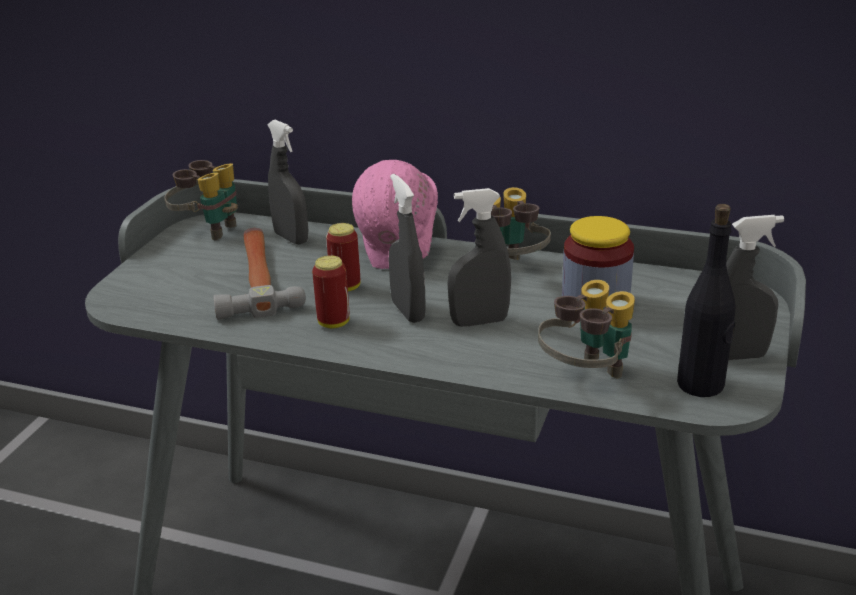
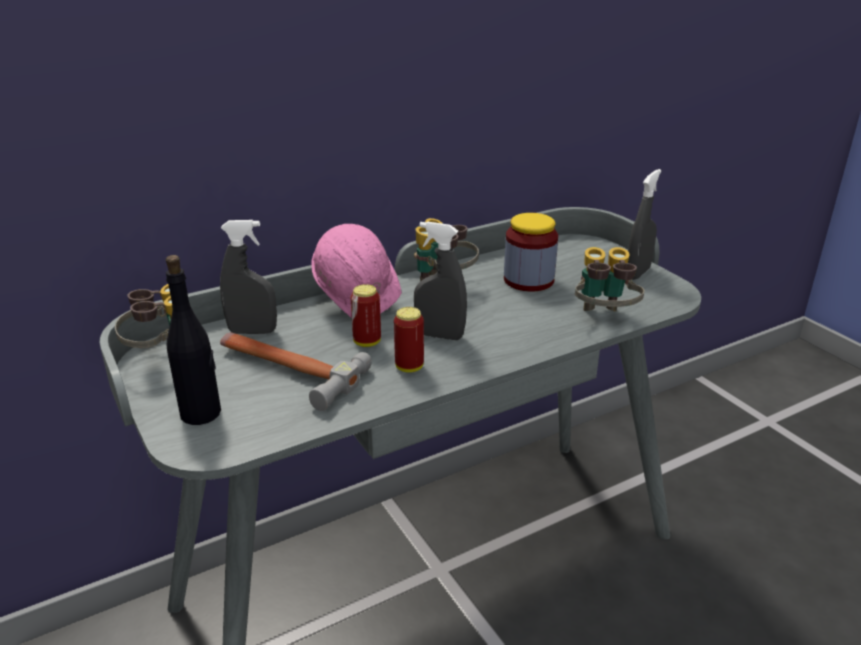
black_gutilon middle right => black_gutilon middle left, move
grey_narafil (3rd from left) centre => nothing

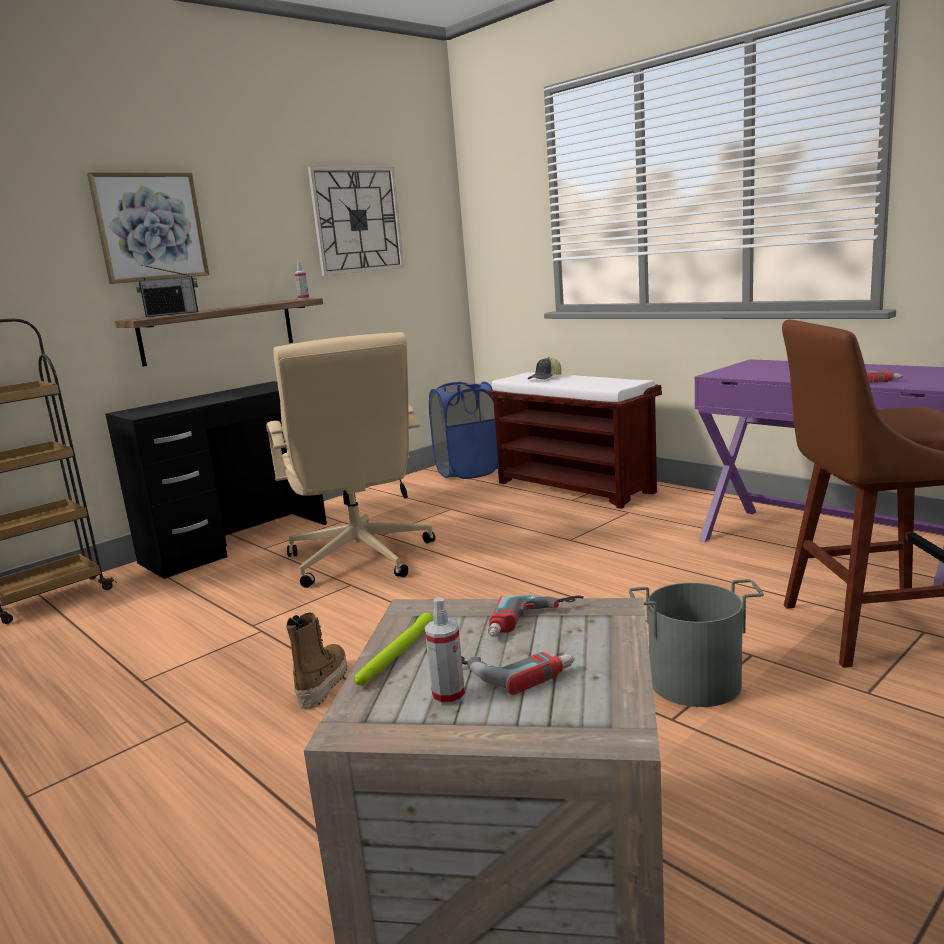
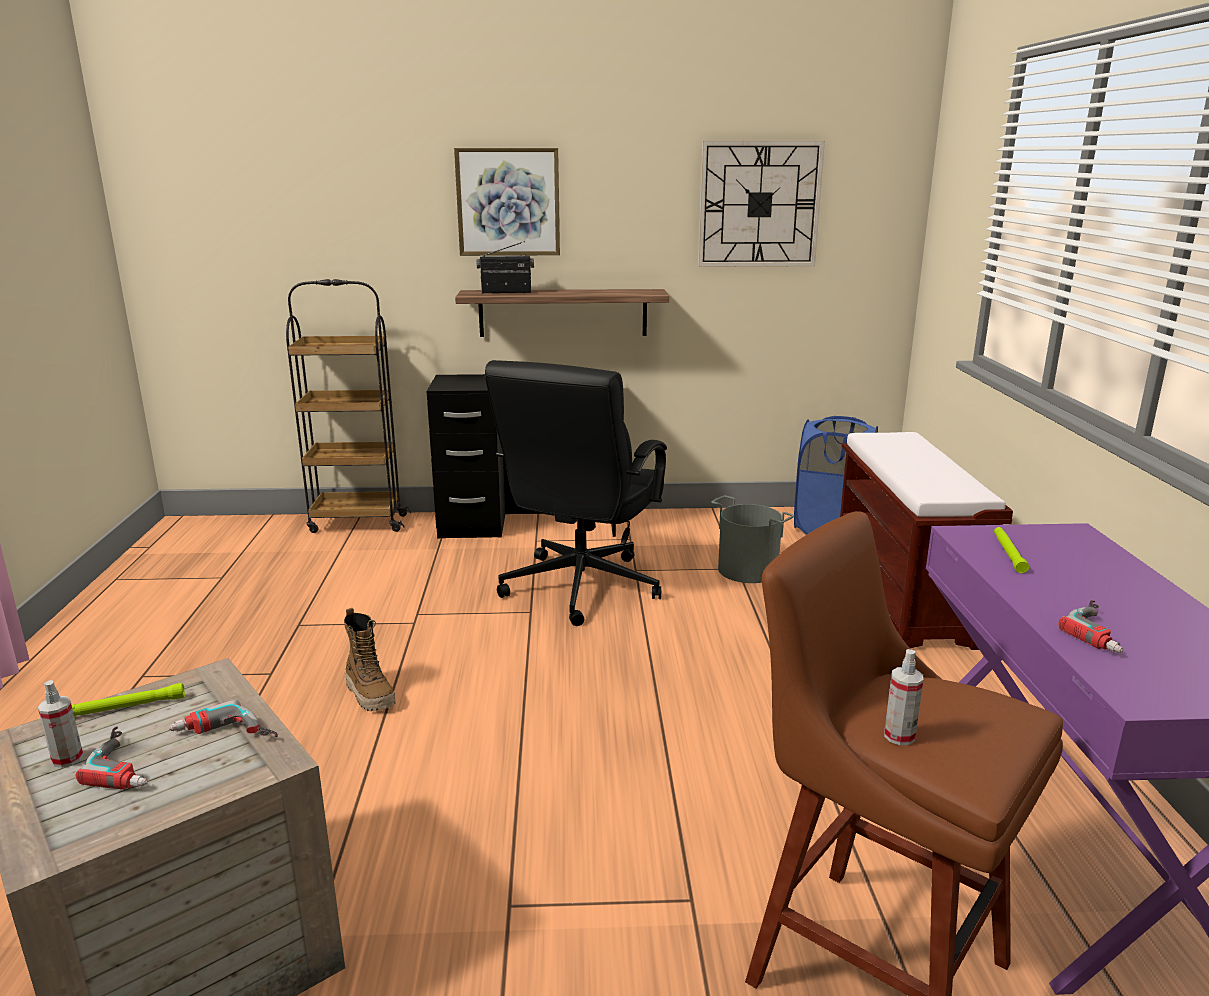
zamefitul bottom centre => zamefitul middle left, 90 degrees clockwise
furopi top left => furopi top centre, 150 degrees clockwise
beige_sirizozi centre => black_sirizozi centre
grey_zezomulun bottom right => grey_zezomulun centre, move
narafil (1st from left in the first image) top left => narafil (2nd from left) bottom right, move
nothing => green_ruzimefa (2nd from left) middle right
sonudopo centre => nothing

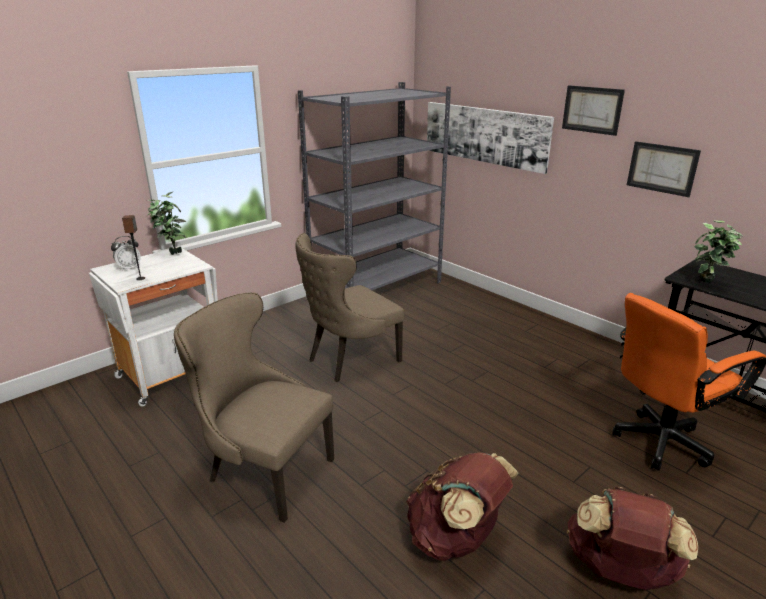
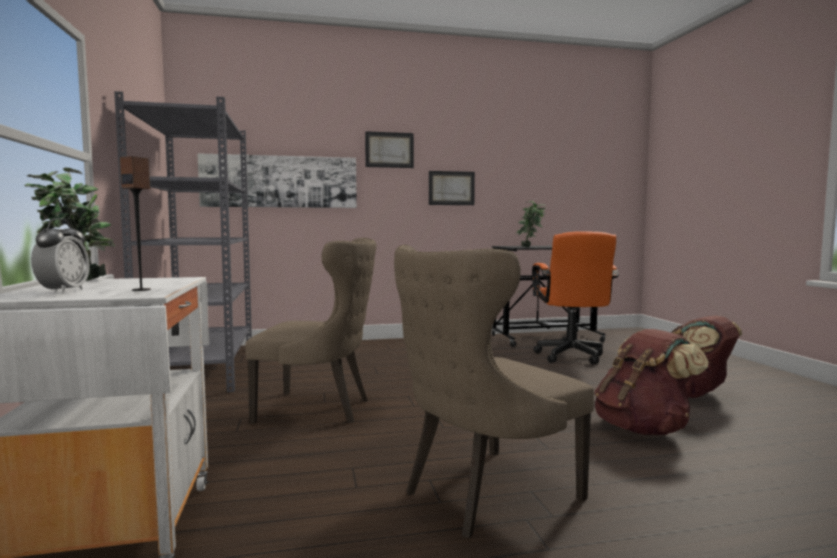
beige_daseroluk (2nd from left in the first image) centre => beige_daseroluk (1st from left) centre, 75 degrees counterclockwise

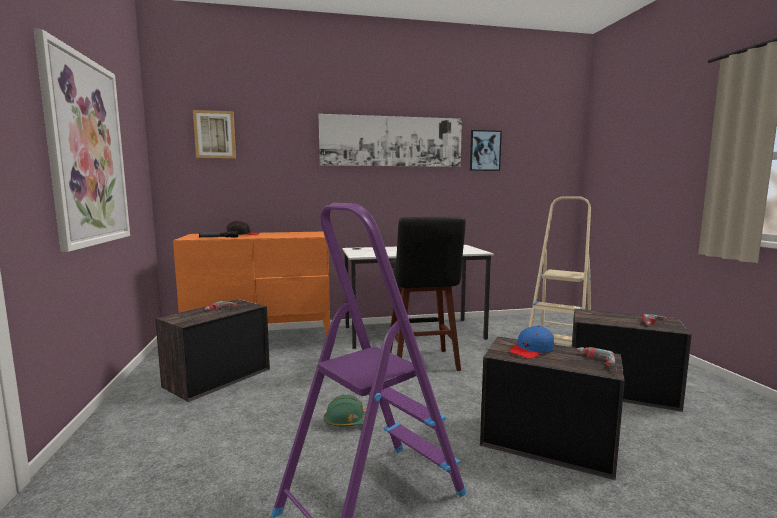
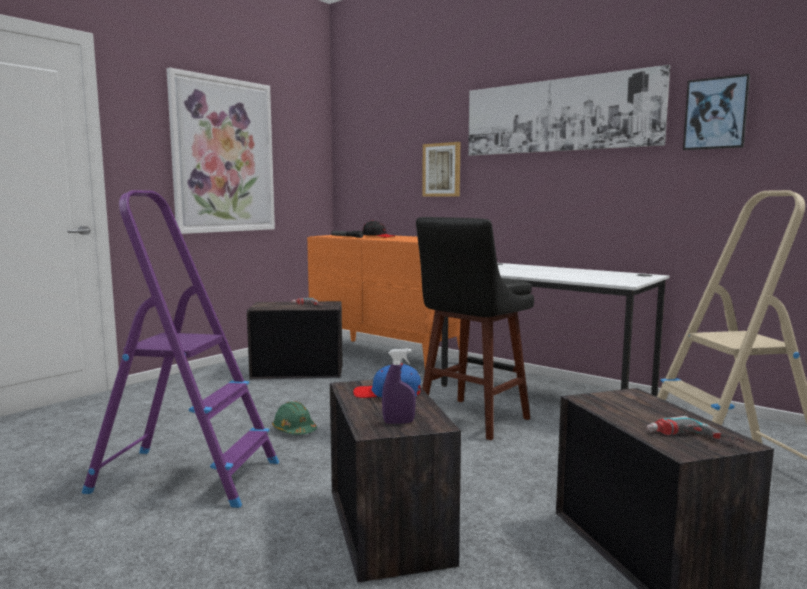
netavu (2nd from left) bottom right => purple_narafil centre
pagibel (2nd from left) top left => pagibel (2nd from left) top centre, move

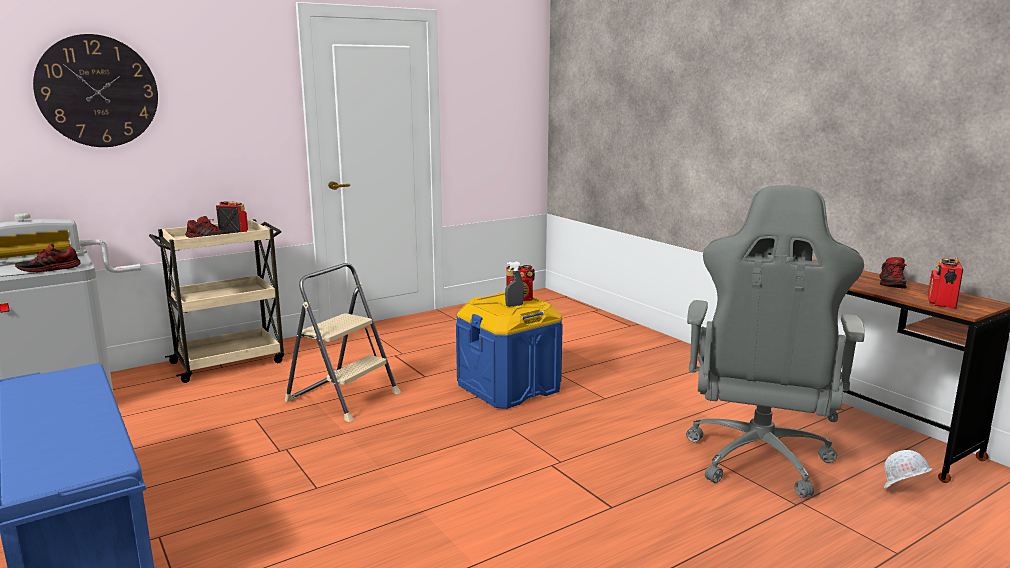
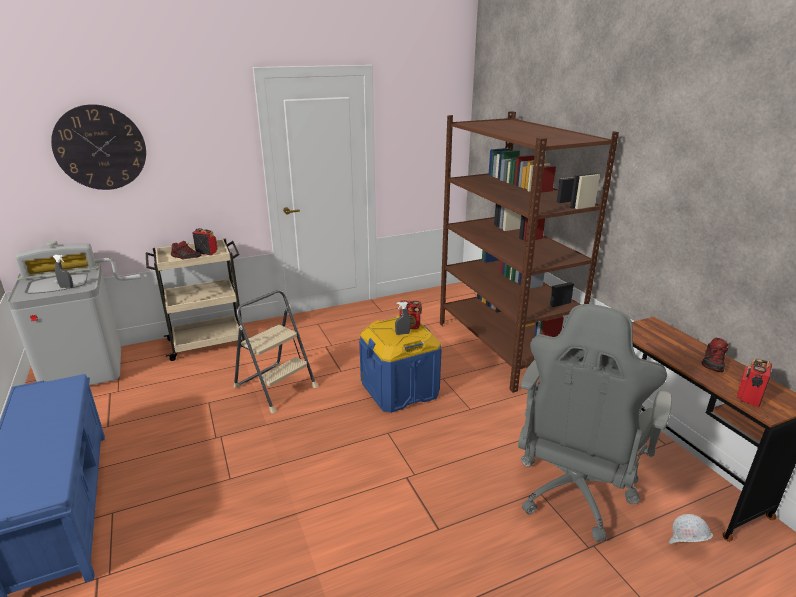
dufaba (1st from left) middle left => grey_narafil (1st from left) middle left
nothing => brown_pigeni centre

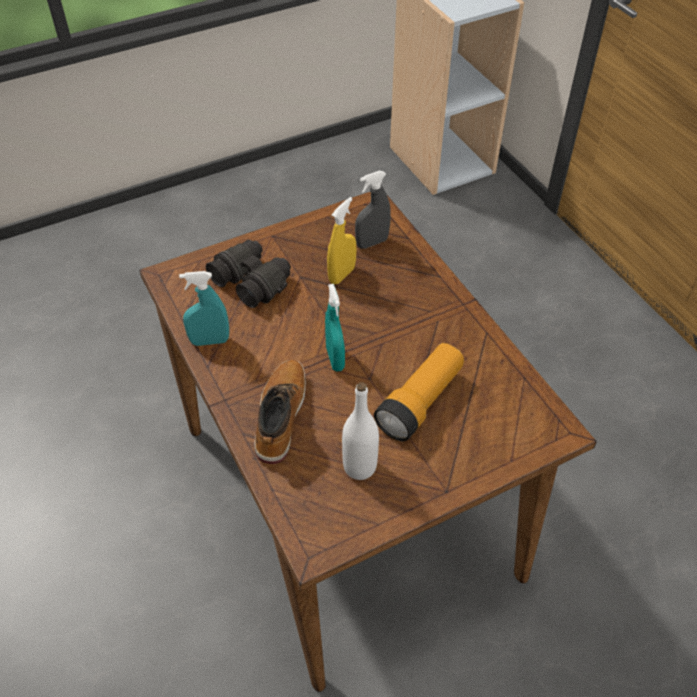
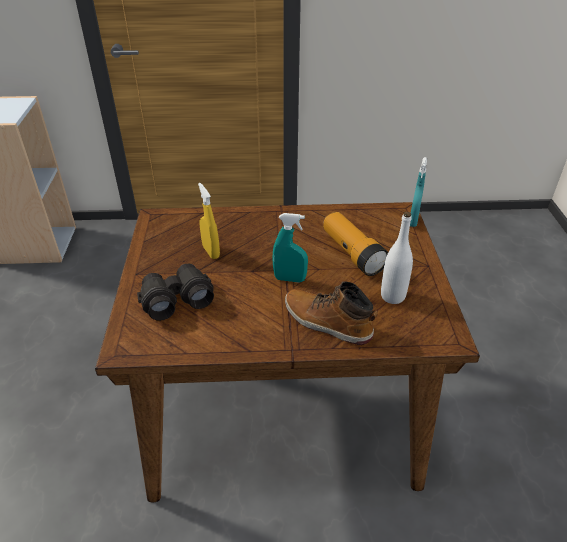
turquoise_narafil (1st from left in the first image) middle left => turquoise_narafil (2nd from left) middle right, move
grey_narafil top centre => nothing

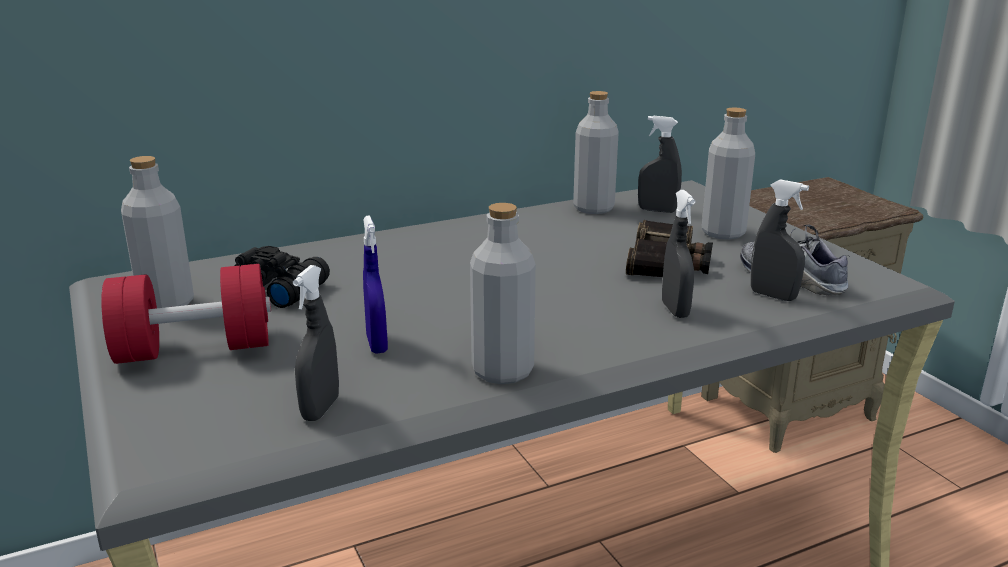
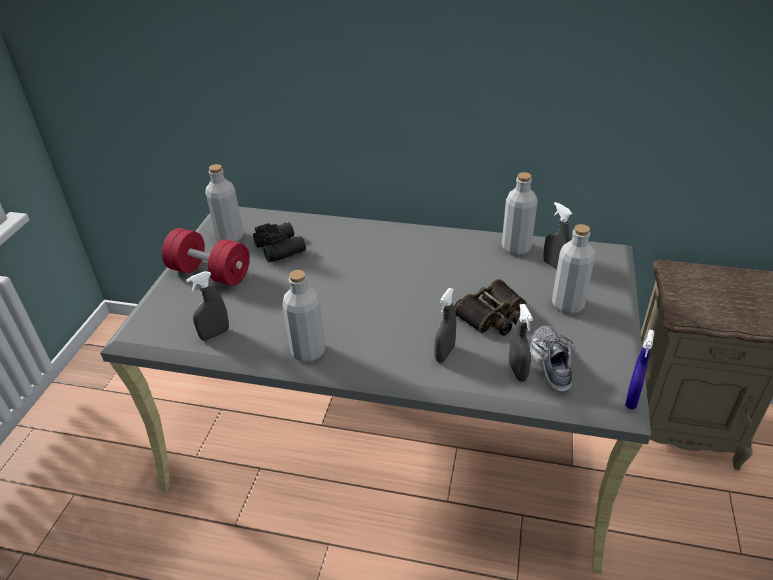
blue_narafil centre => blue_narafil middle right, move

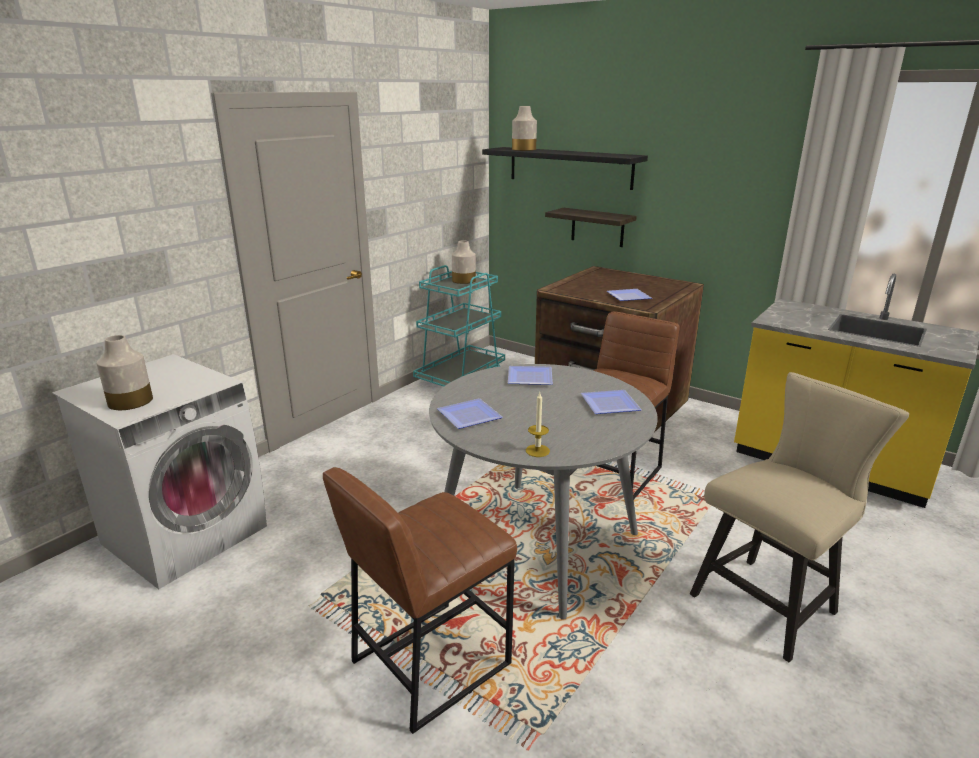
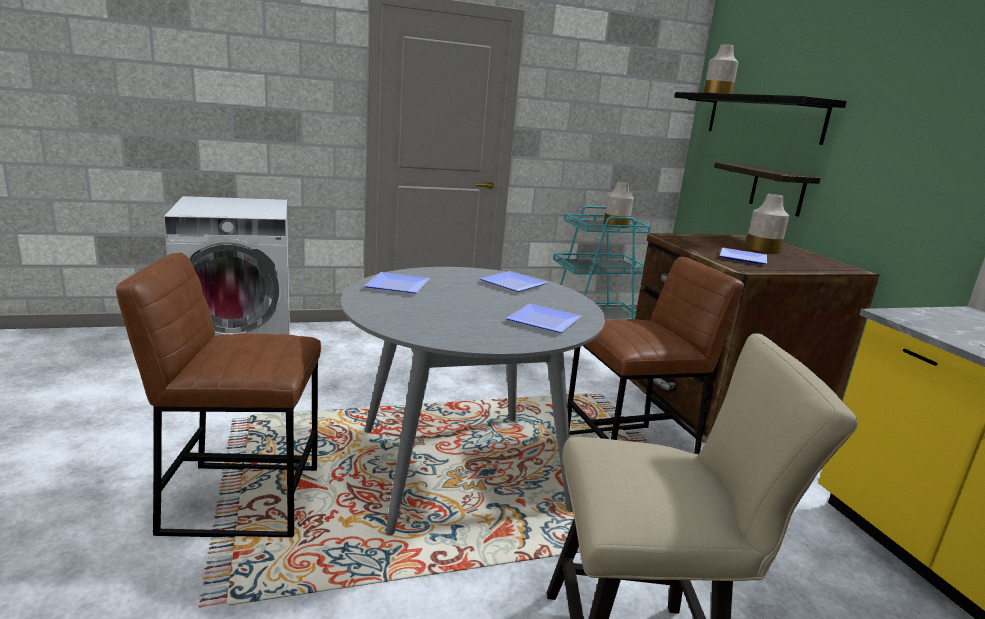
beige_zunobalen (1st from left in the first image) middle left => beige_zunobalen (3rd from left) middle right, move
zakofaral centre => nothing

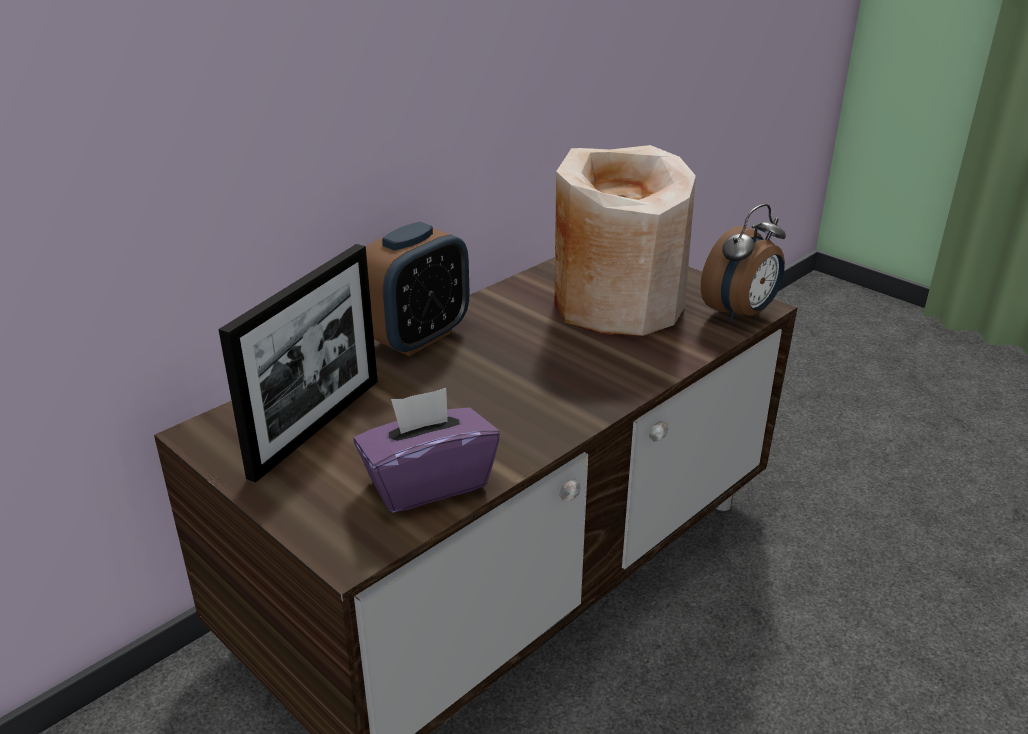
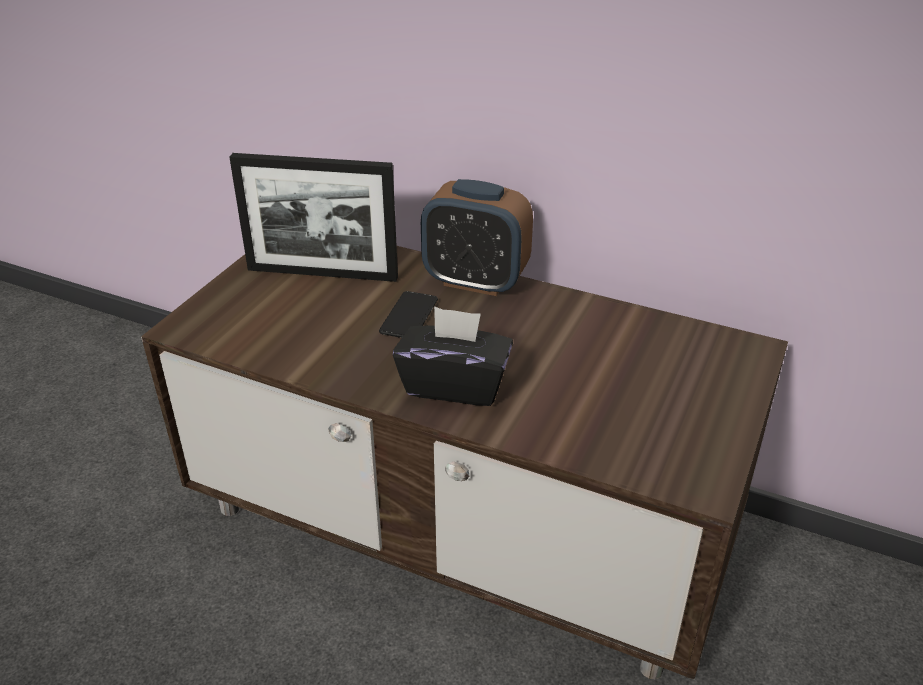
nothing => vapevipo centre
nothing => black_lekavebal centre
purple_lekavebal centre => nothing
beige_zunobalen top centre => nothing
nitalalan (2nd from left) middle right => nothing

